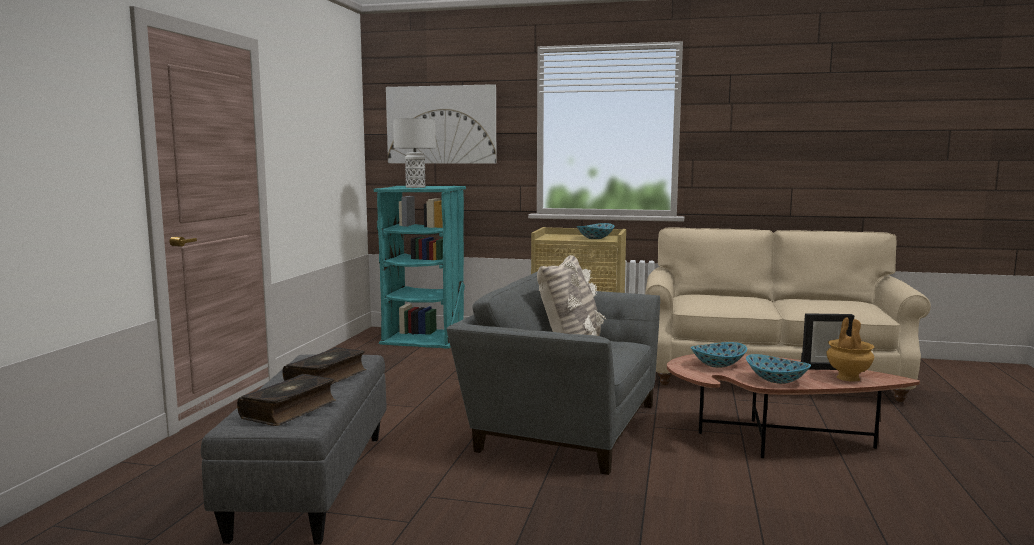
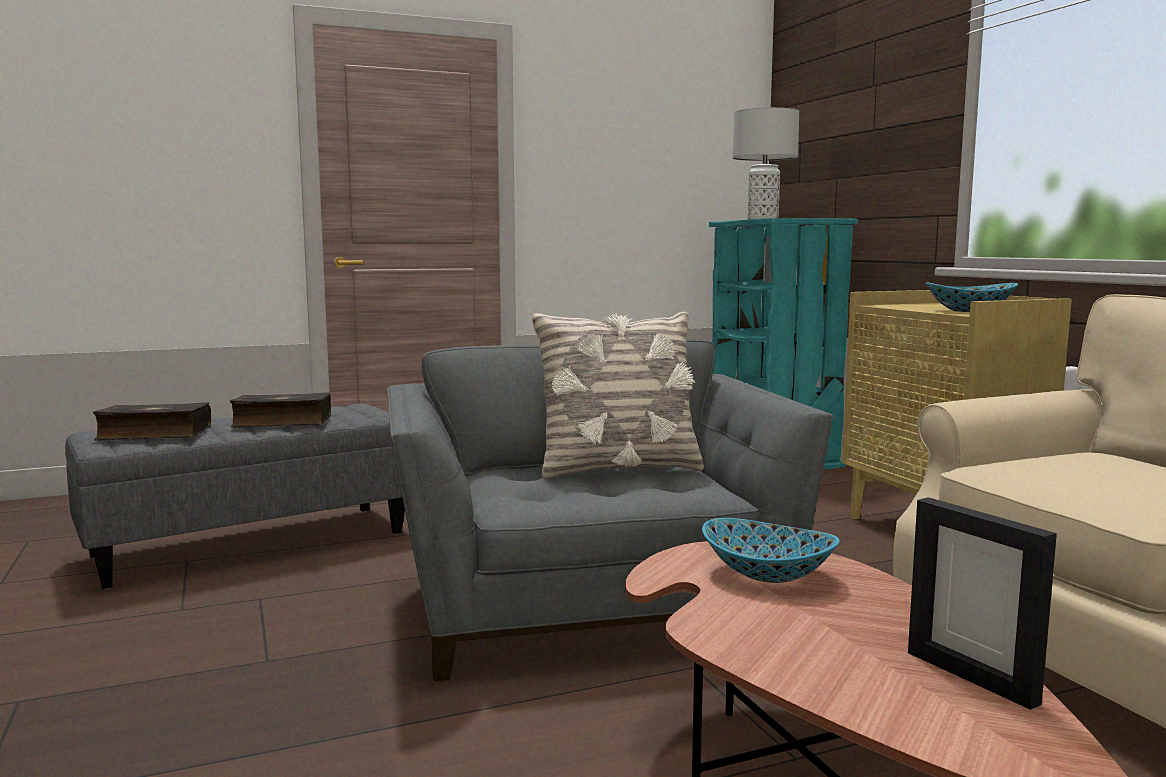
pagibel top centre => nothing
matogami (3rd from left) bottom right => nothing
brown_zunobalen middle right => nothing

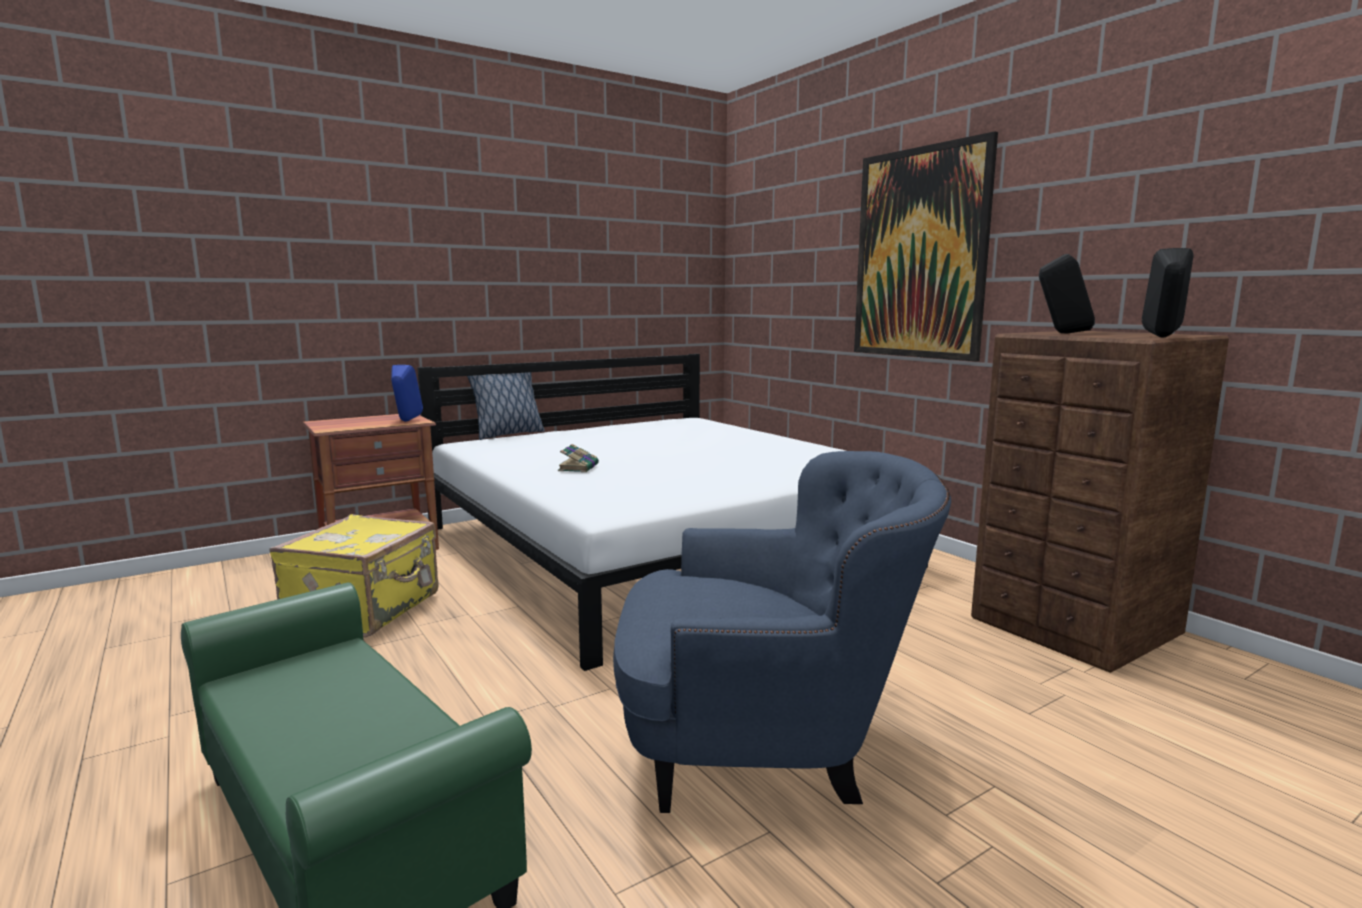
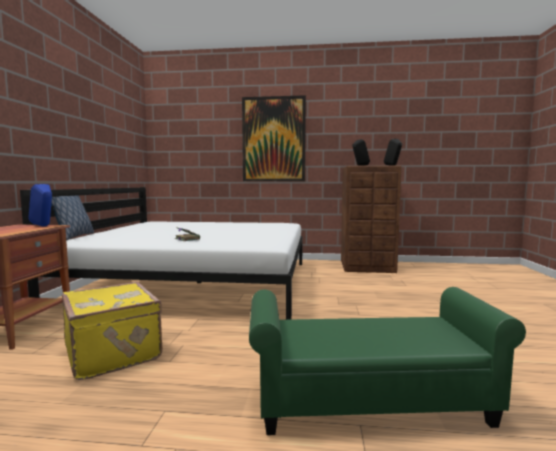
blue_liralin bottom centre => nothing

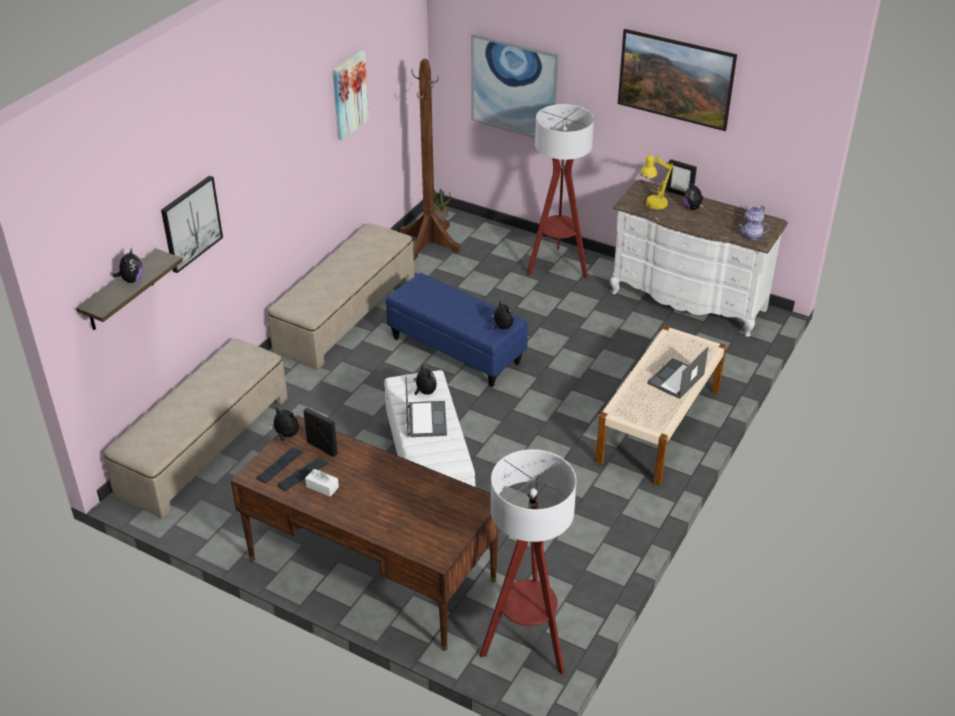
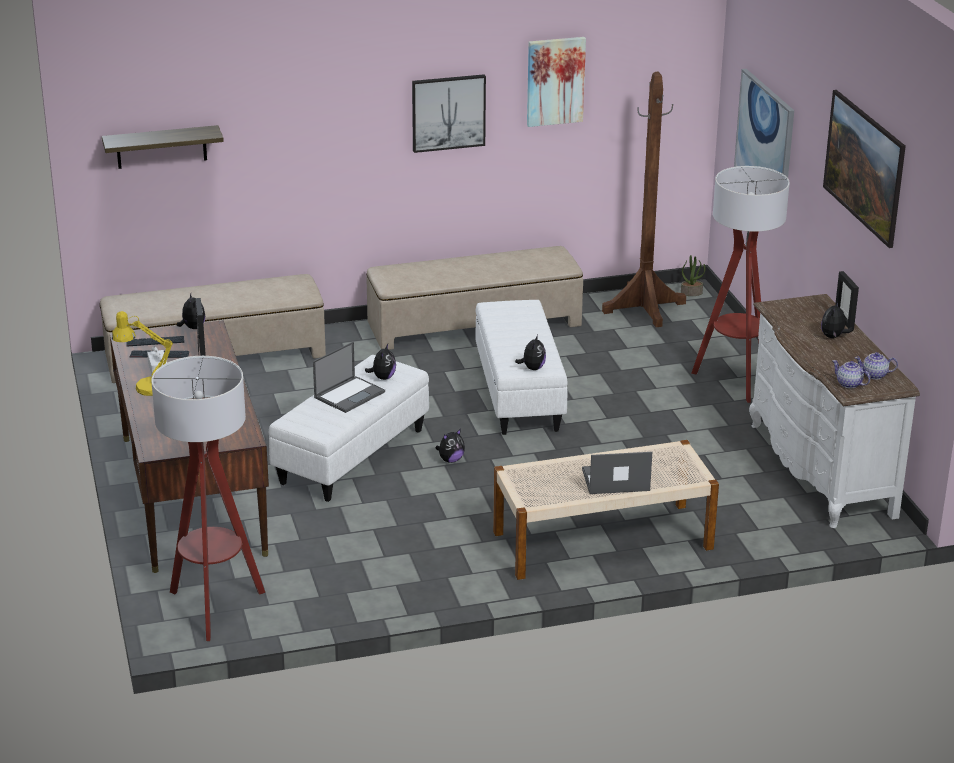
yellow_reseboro top right => yellow_reseboro middle left, move
pagibel (1st from left) top left => pagibel (1st from left) top centre, move
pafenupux (1st from left in the first image) middle left => pafenupux (3rd from left) centre, move
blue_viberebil centre => white_viberebil (2nd from left) centre

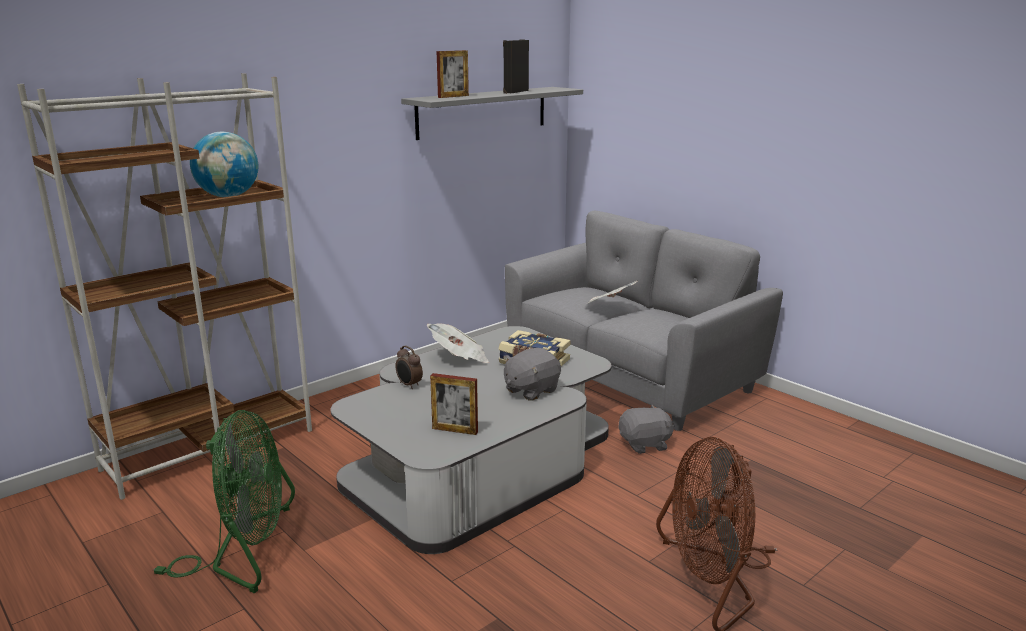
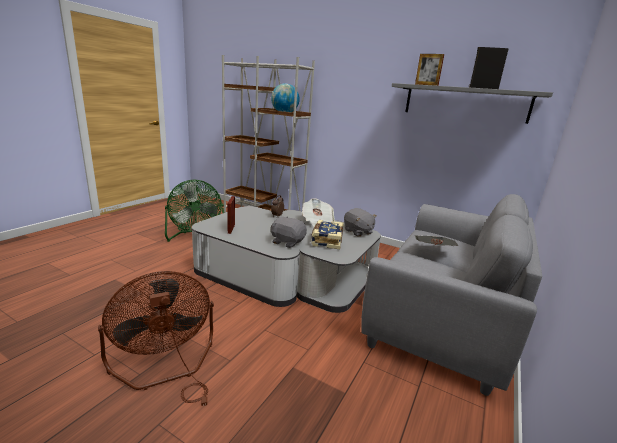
grey_pafenupux (2nd from left) bottom centre => grey_pafenupux (2nd from left) centre, move

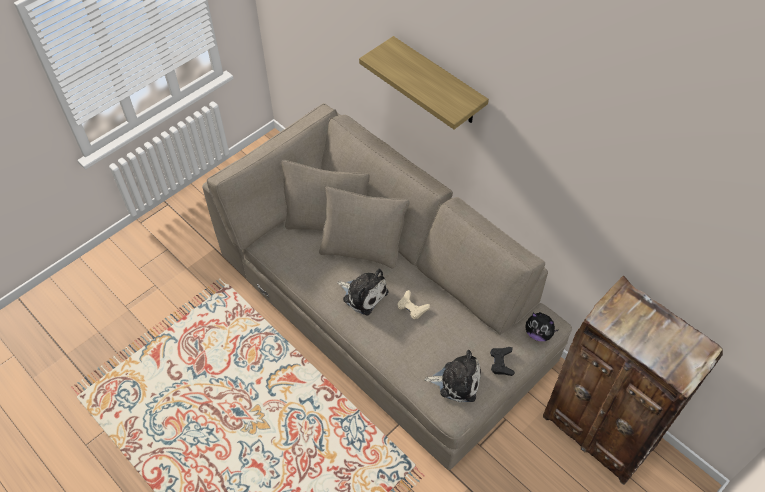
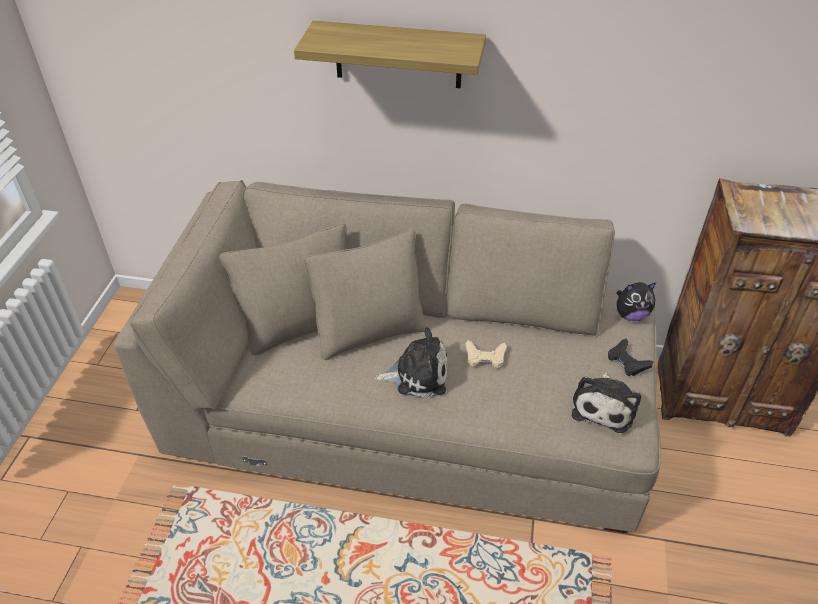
pafenupux (2nd from left) bottom centre => pafenupux (2nd from left) bottom right, 135 degrees clockwise

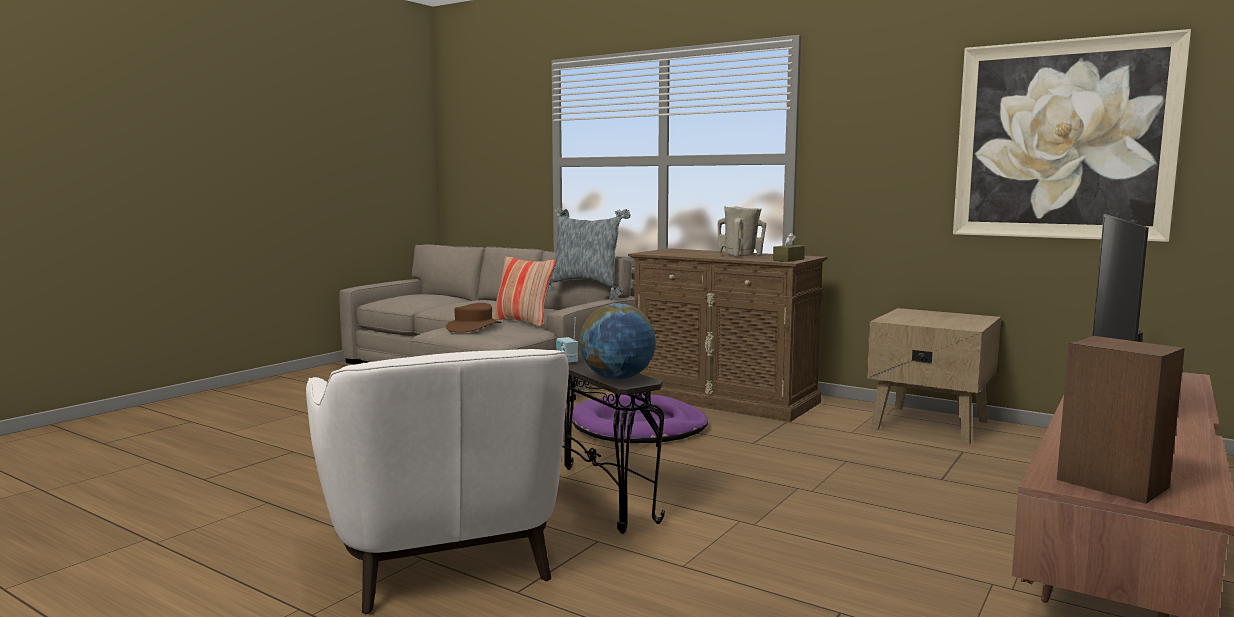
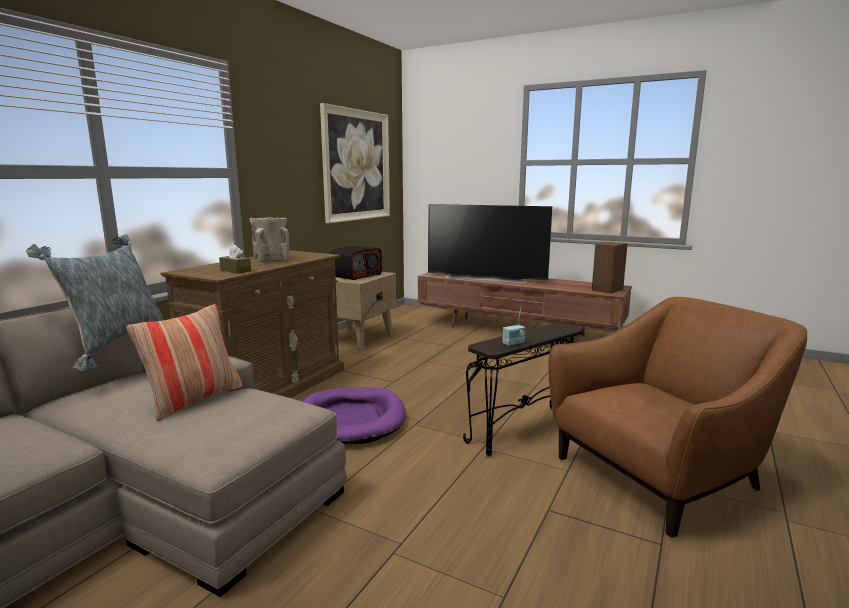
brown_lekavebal centre => brown_lekavebal middle left, move
nothing => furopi (1st from left) centre
white_liralin bottom centre => brown_liralin bottom right
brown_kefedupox centre => nothing
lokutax centre => nothing

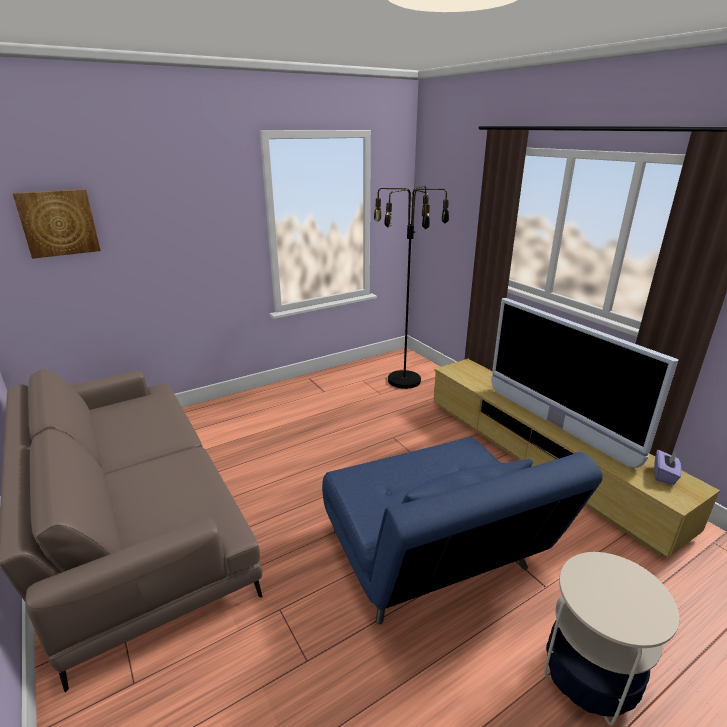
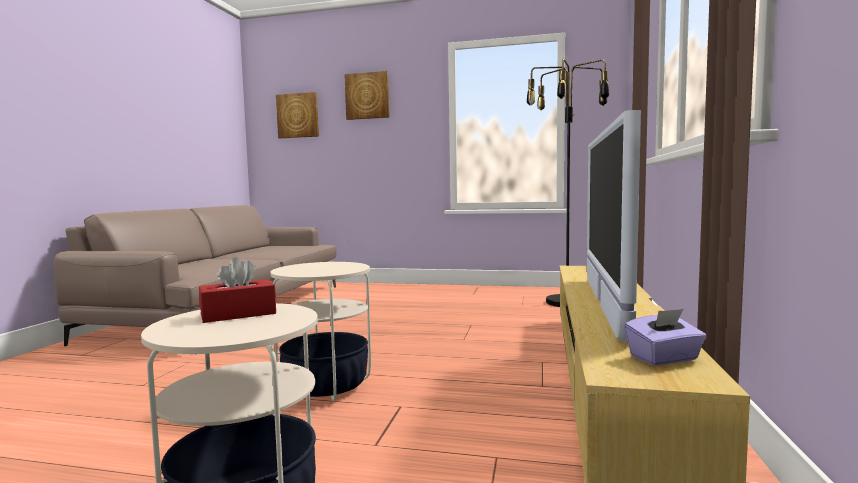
nothing => red_lekavebal middle left
blue_liralin bottom centre => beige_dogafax (2nd from left) bottom centre
nothing => pagibel (2nd from left) top centre

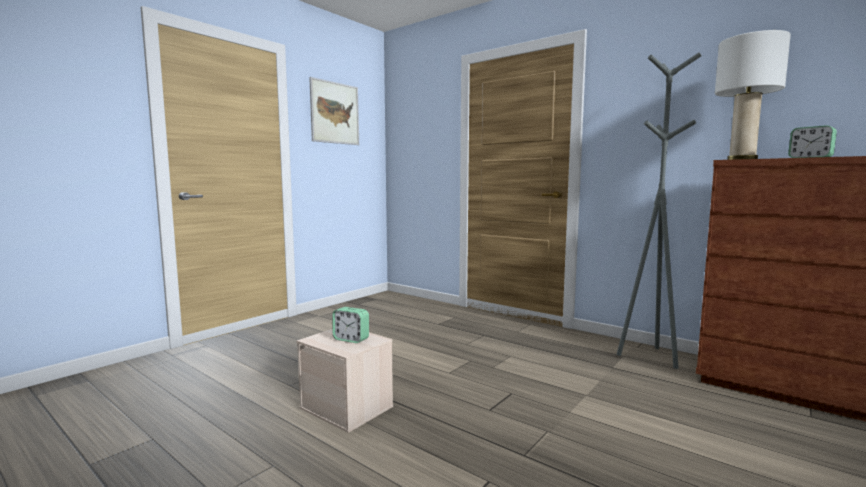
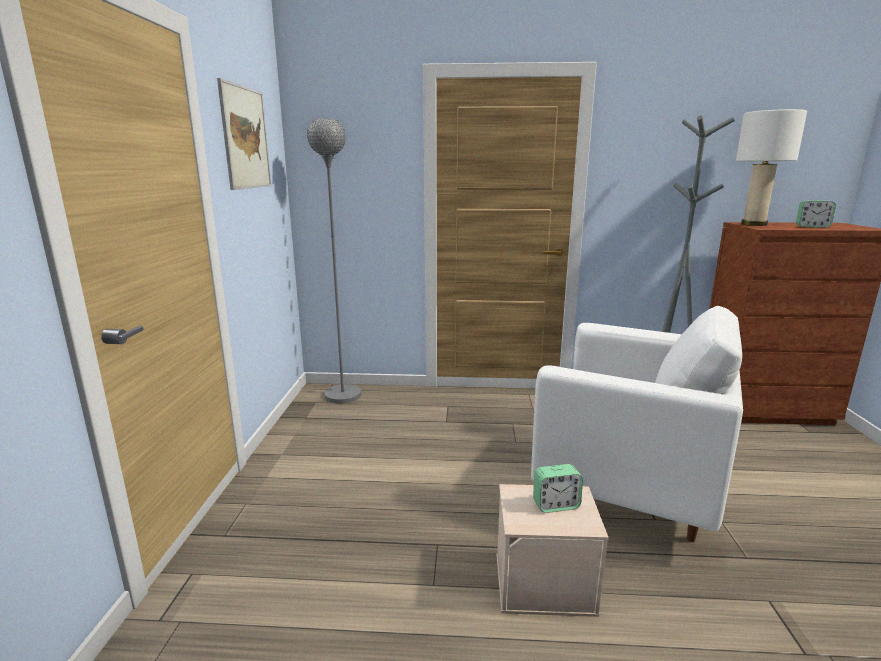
nothing => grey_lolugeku centre
nothing => white_liralin middle right

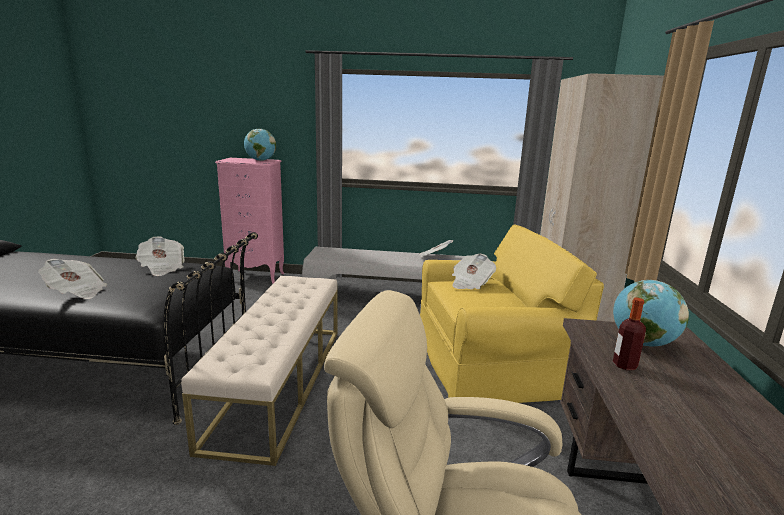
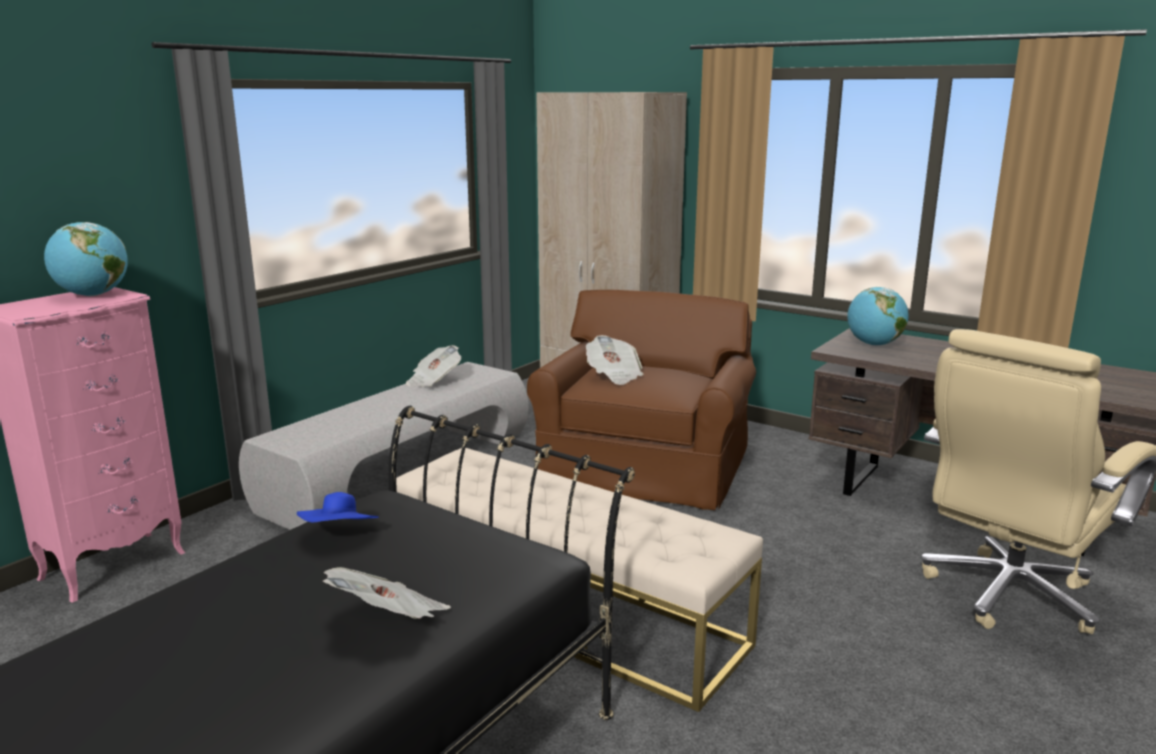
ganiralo (2nd from left) middle left => blue_kefedupox bottom left
yellow_liralin centre => brown_liralin centre
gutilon middle right => nothing

